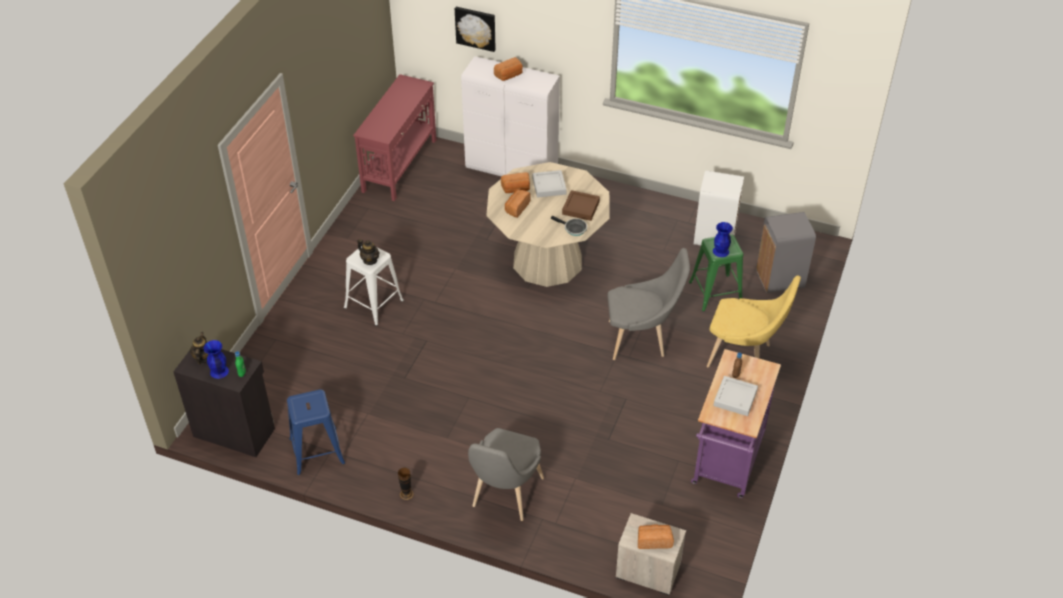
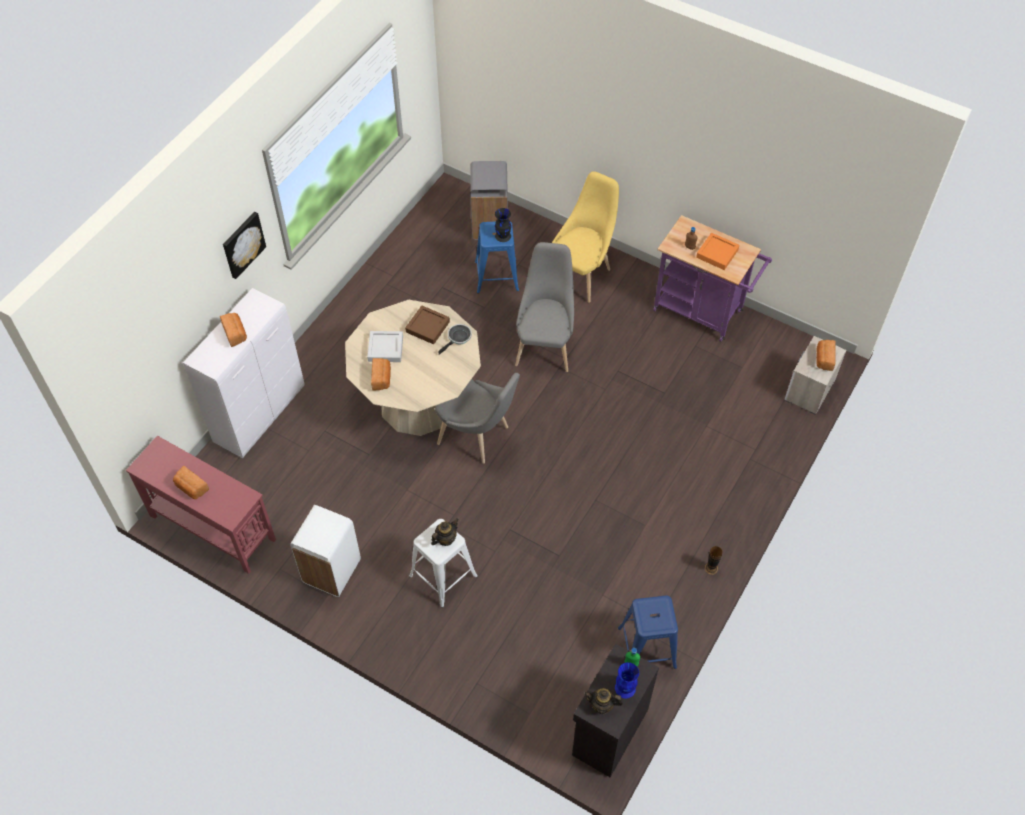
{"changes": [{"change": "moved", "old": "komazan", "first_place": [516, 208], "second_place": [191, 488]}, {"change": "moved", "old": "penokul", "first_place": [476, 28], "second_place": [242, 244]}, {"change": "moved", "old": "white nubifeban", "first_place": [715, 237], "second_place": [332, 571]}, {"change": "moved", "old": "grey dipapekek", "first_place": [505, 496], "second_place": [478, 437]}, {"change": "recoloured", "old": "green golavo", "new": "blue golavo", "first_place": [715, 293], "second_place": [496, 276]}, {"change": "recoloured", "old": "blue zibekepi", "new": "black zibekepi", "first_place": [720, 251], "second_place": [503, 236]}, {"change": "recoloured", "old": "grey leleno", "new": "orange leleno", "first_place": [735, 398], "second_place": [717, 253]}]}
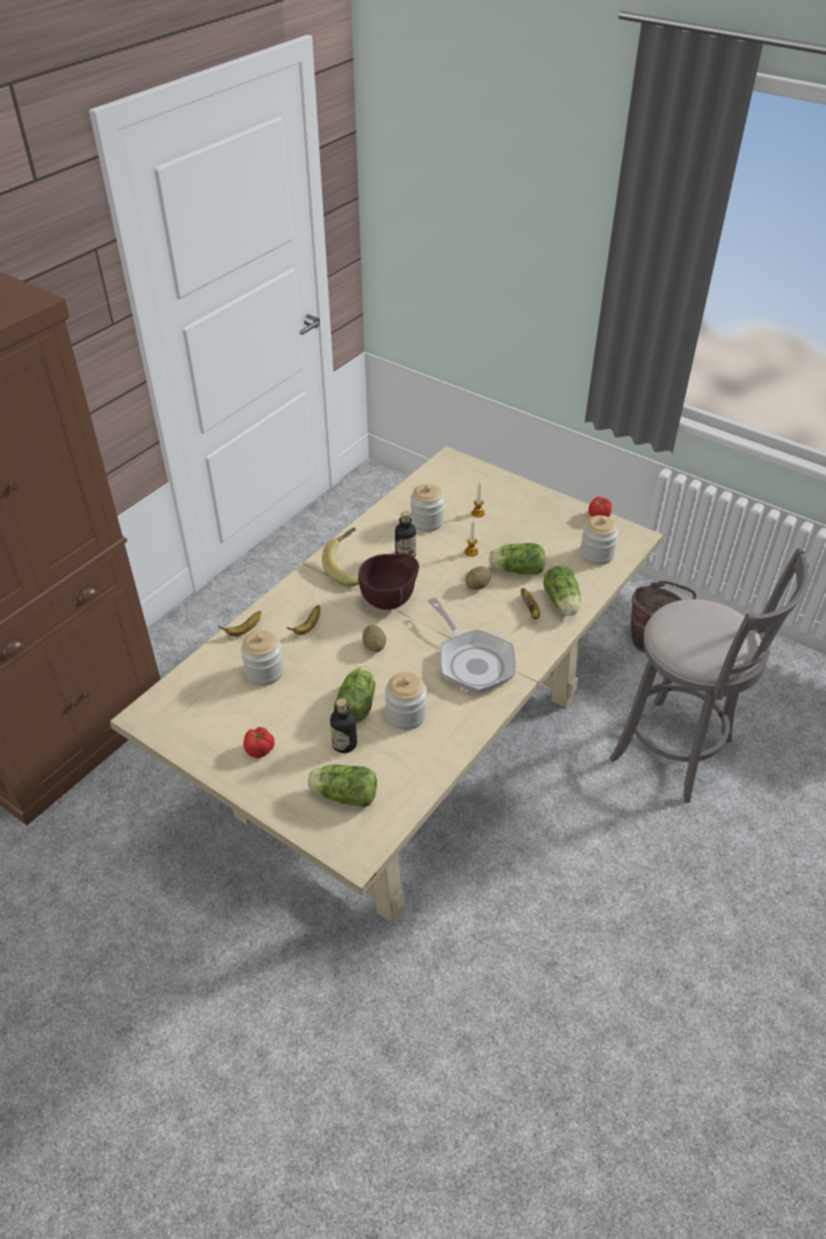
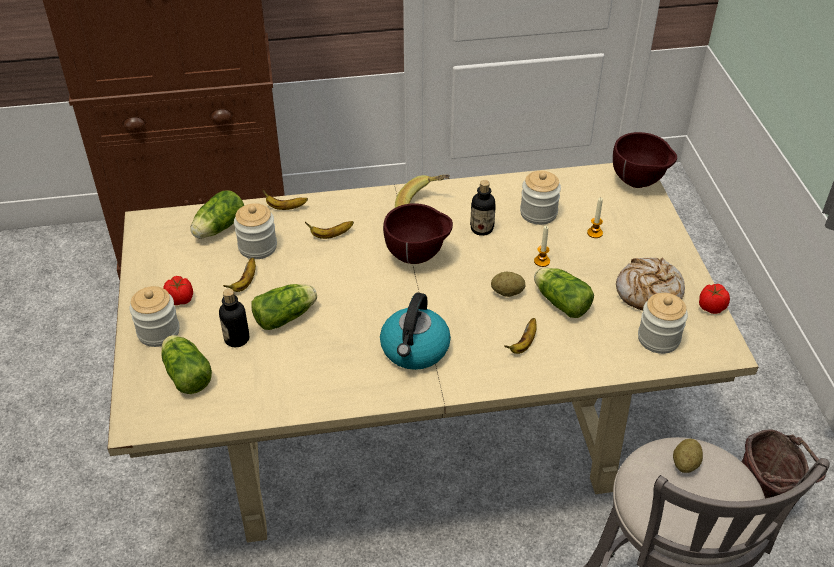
{"changes": [{"change": "moved", "old": "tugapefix", "first_place": [406, 715], "second_place": [158, 332]}, {"change": "moved", "old": "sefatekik", "first_place": [562, 603], "second_place": [217, 228]}, {"change": "added", "new": "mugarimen", "second_place": [245, 283]}, {"change": "replaced", "old": "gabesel", "new": "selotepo", "first_place": [473, 662], "second_place": [415, 350]}, {"change": "added", "new": "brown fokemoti", "second_place": [639, 183]}, {"change": "added", "new": "komazan", "second_place": [648, 292]}, {"change": "moved", "old": "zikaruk", "first_place": [374, 646], "second_place": [685, 463]}]}
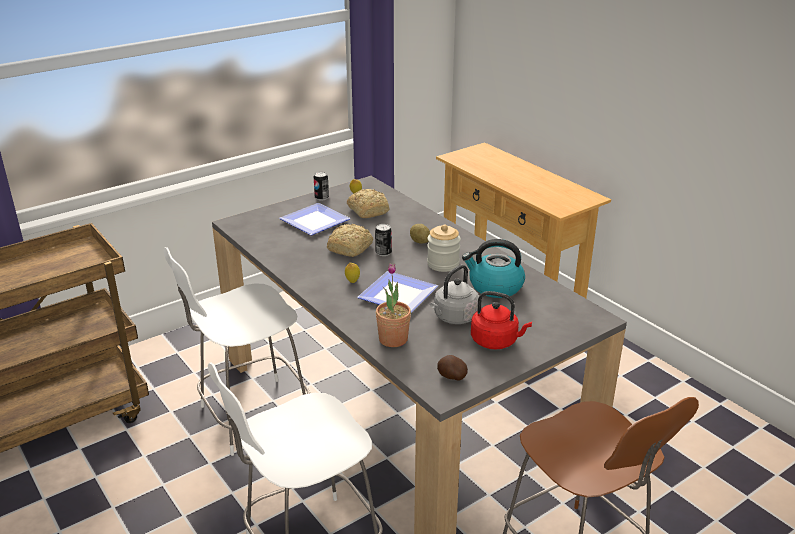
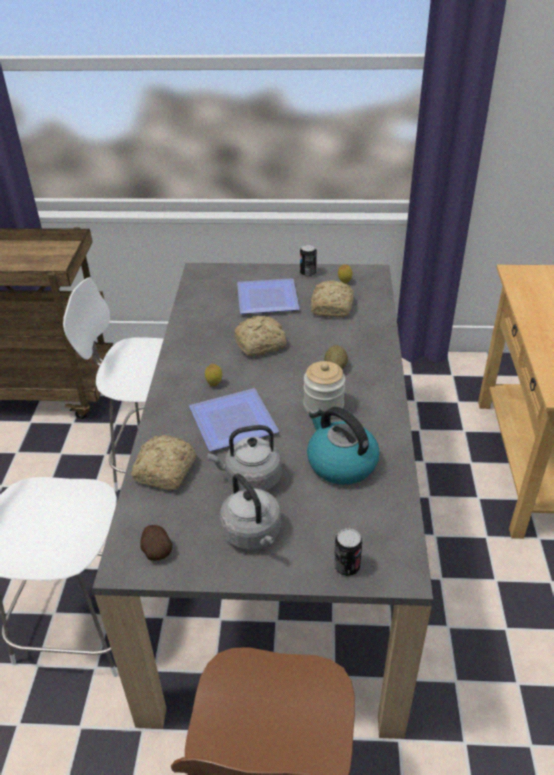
{"changes": [{"change": "replaced", "old": "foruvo", "new": "komazan", "first_place": [393, 339], "second_place": [164, 472]}, {"change": "recoloured", "old": "red selotepo", "new": "grey selotepo", "first_place": [496, 341], "second_place": [253, 534]}, {"change": "moved", "old": "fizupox", "first_place": [383, 253], "second_place": [346, 567]}]}
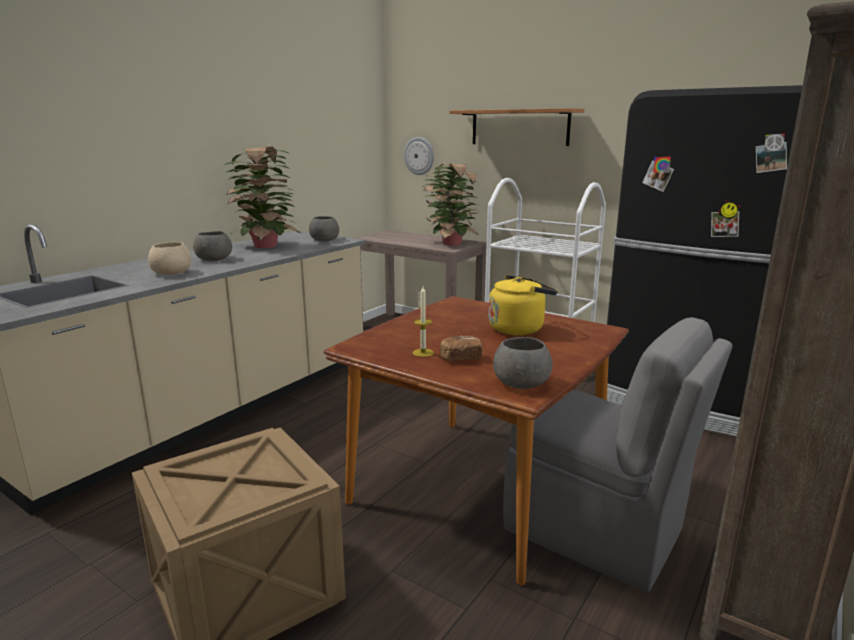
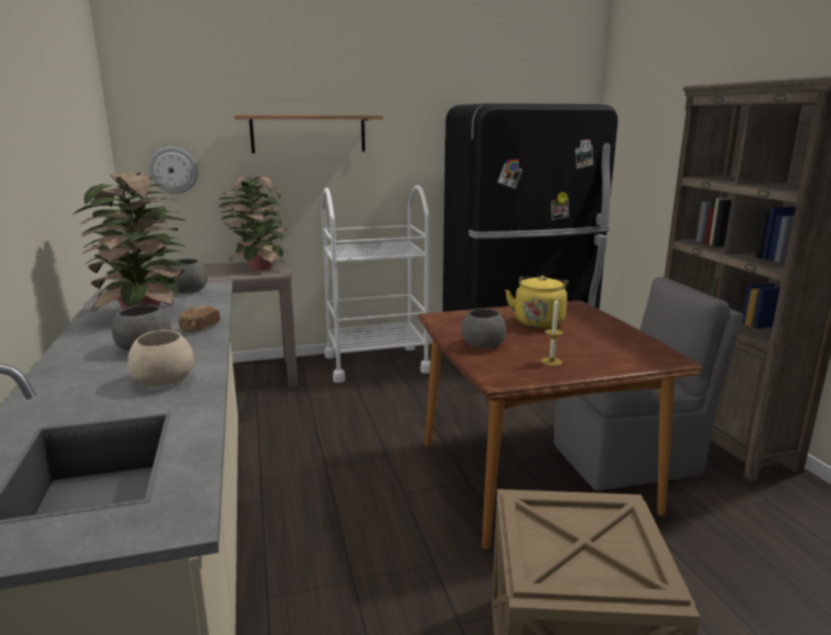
{"changes": [{"change": "moved", "old": "komazan", "first_place": [461, 358], "second_place": [199, 328]}, {"change": "moved", "old": "grey fokemoti", "first_place": [520, 383], "second_place": [482, 345]}]}
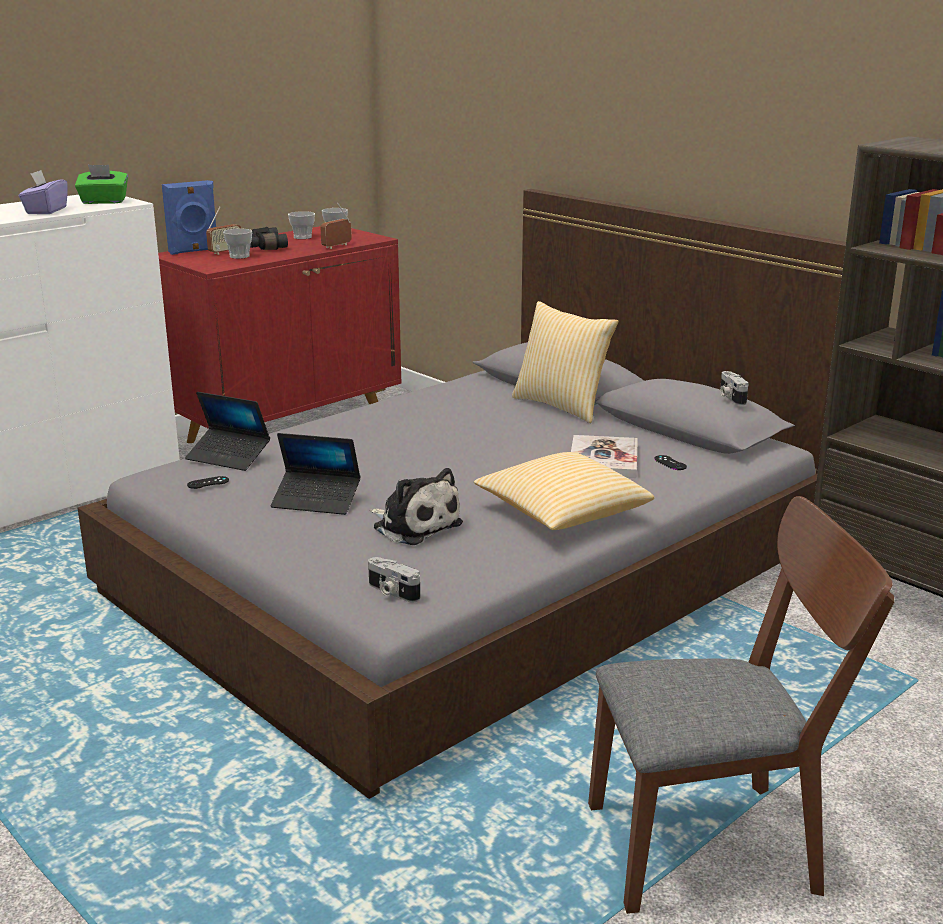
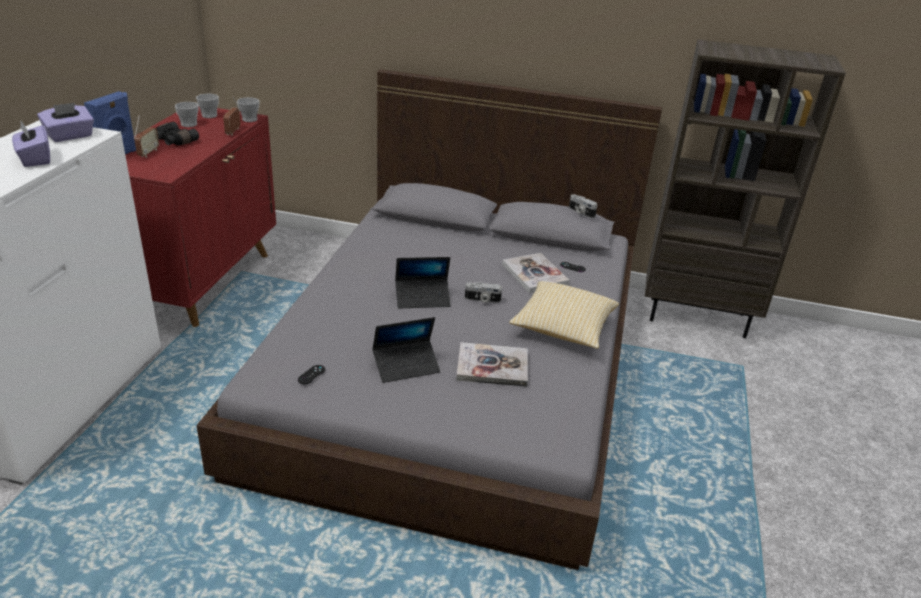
{"changes": [{"change": "recoloured", "old": "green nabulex", "new": "purple nabulex", "first_place": [103, 202], "second_place": [70, 136]}, {"change": "moved", "old": "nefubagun", "first_place": [239, 256], "second_place": [249, 119]}, {"change": "moved", "old": "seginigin", "first_place": [228, 457], "second_place": [422, 298]}, {"change": "replaced", "old": "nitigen", "new": "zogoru", "first_place": [414, 525], "second_place": [492, 366]}, {"change": "moved", "old": "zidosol", "first_place": [392, 592], "second_place": [482, 300]}, {"change": "removed", "old": "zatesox", "first_place": [562, 406]}, {"change": "removed", "old": "brown dipapekek", "first_place": [719, 845]}]}
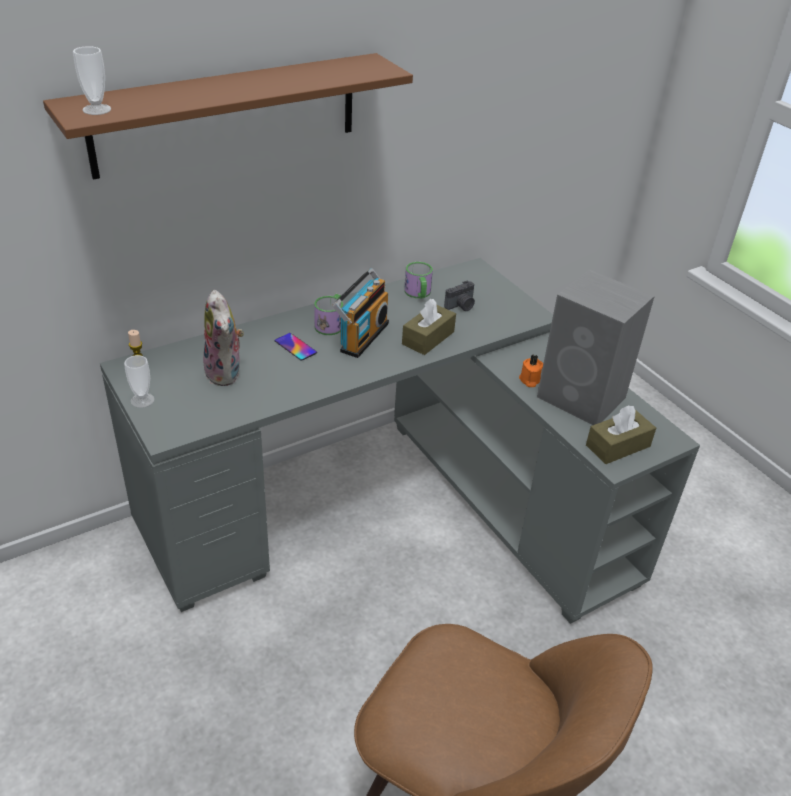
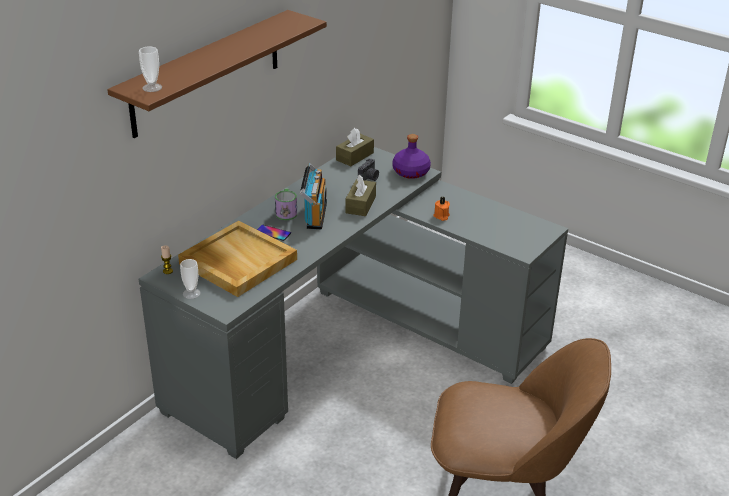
{"changes": [{"change": "replaced", "old": "nitigen", "new": "beige leleno", "first_place": [226, 373], "second_place": [237, 262]}, {"change": "moved", "old": "brown nabulex", "first_place": [618, 446], "second_place": [355, 156]}, {"change": "added", "new": "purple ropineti", "second_place": [411, 172]}, {"change": "removed", "old": "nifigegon", "first_place": [418, 294]}, {"change": "removed", "old": "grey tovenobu", "first_place": [583, 398]}]}
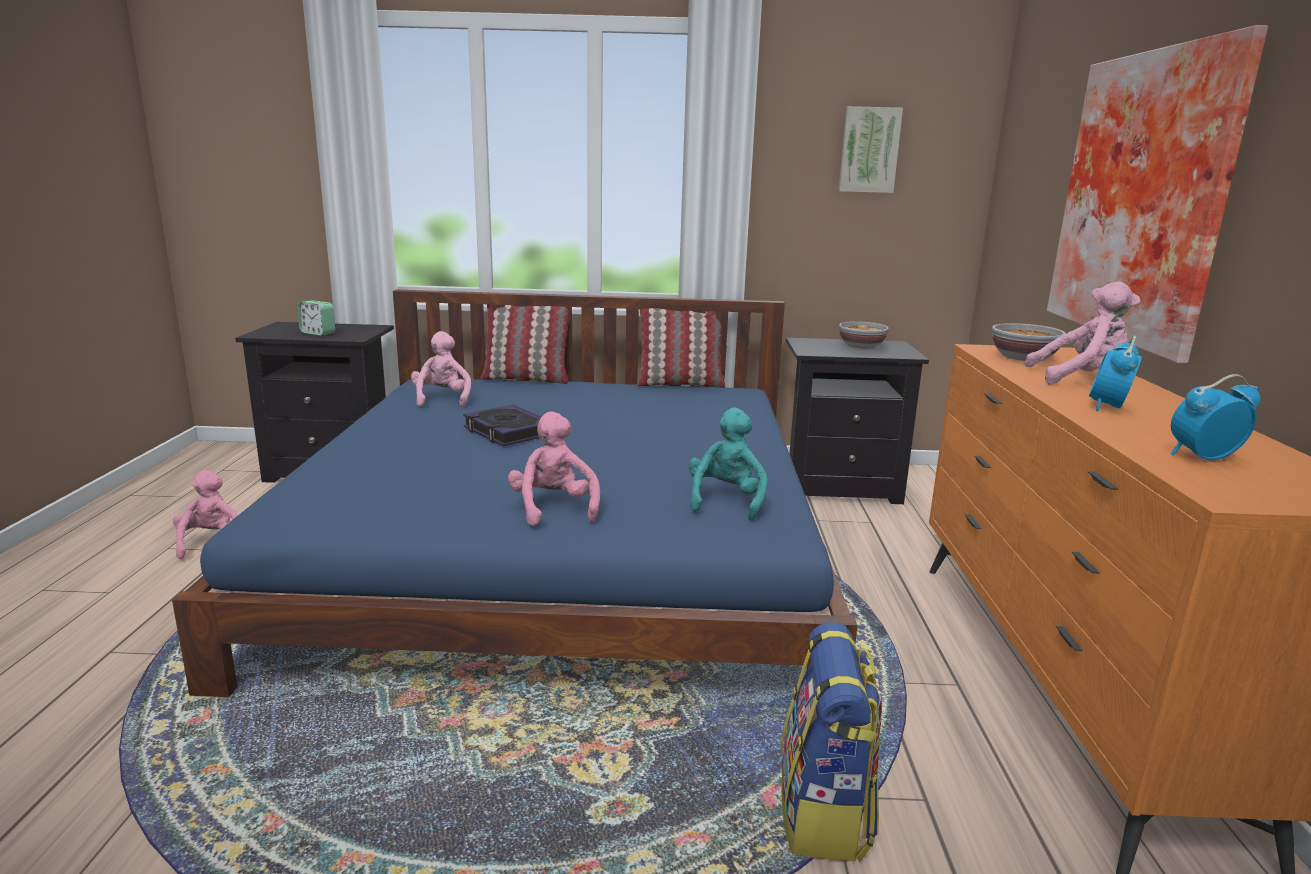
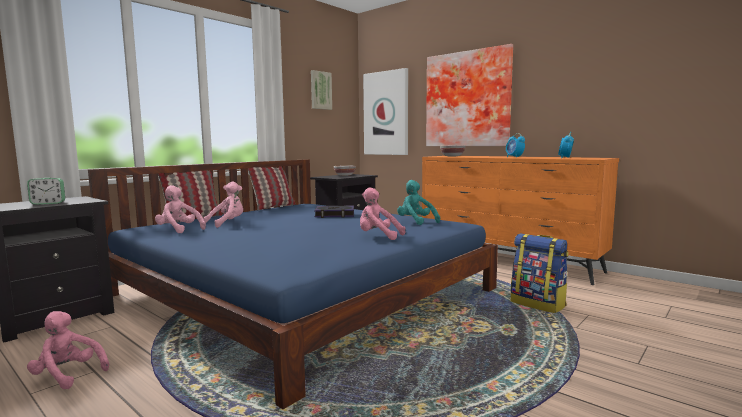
{"changes": [{"change": "moved", "old": "pink nitigen", "first_place": [1080, 378], "second_place": [227, 223]}, {"change": "moved", "old": "zogoru", "first_place": [508, 431], "second_place": [334, 215]}, {"change": "added", "new": "penokul", "second_place": [386, 113]}]}
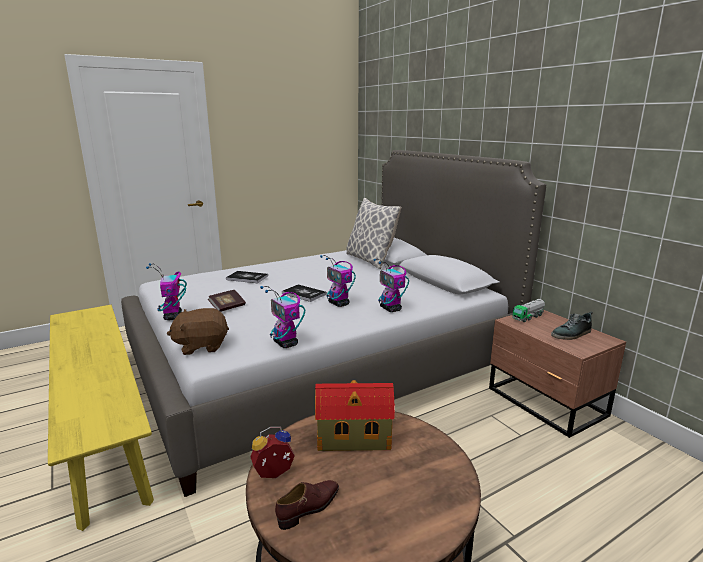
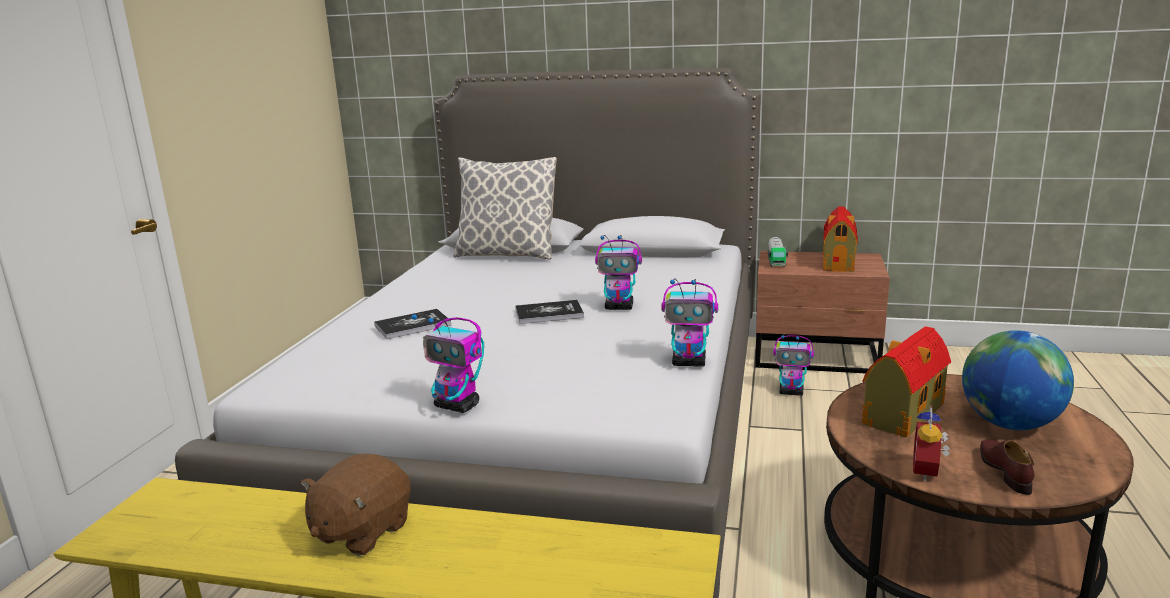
{"changes": [{"change": "moved", "old": "brown nitigen", "first_place": [201, 346], "second_place": [361, 531]}, {"change": "moved", "old": "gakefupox", "first_place": [391, 309], "second_place": [791, 392]}, {"change": "replaced", "old": "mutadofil", "new": "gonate", "first_place": [572, 334], "second_place": [838, 262]}, {"change": "added", "new": "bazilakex", "second_place": [1009, 424]}, {"change": "removed", "old": "zogoru", "first_place": [227, 307]}]}
